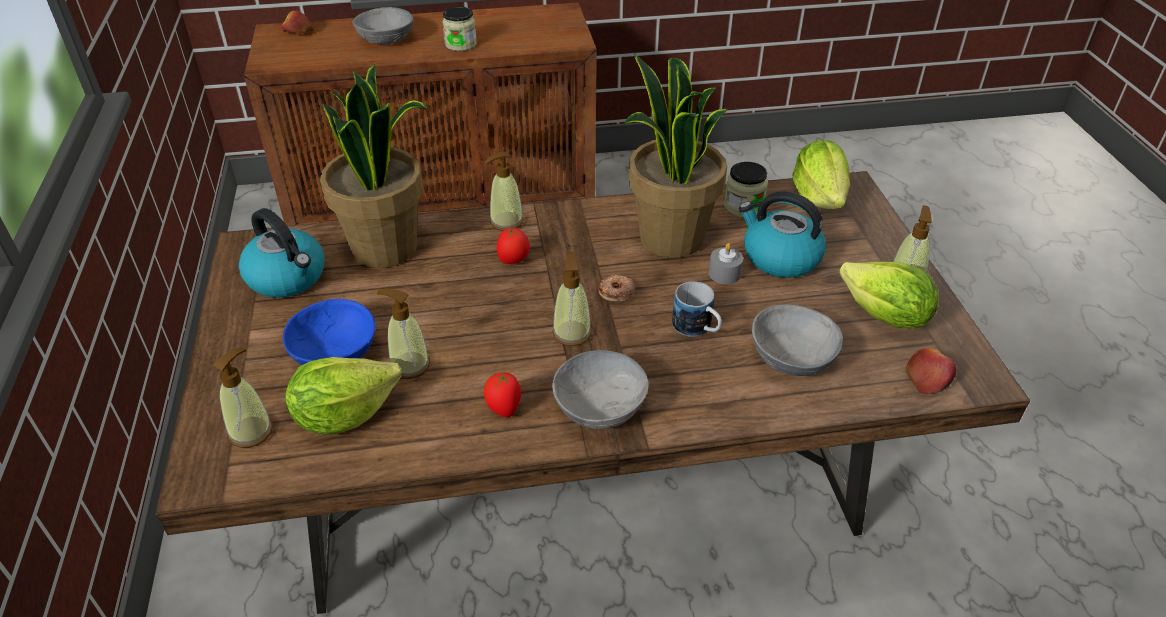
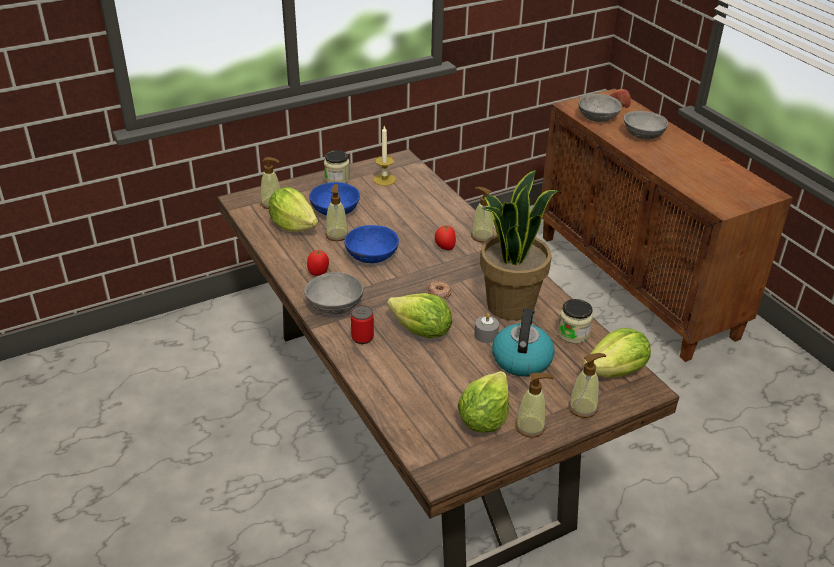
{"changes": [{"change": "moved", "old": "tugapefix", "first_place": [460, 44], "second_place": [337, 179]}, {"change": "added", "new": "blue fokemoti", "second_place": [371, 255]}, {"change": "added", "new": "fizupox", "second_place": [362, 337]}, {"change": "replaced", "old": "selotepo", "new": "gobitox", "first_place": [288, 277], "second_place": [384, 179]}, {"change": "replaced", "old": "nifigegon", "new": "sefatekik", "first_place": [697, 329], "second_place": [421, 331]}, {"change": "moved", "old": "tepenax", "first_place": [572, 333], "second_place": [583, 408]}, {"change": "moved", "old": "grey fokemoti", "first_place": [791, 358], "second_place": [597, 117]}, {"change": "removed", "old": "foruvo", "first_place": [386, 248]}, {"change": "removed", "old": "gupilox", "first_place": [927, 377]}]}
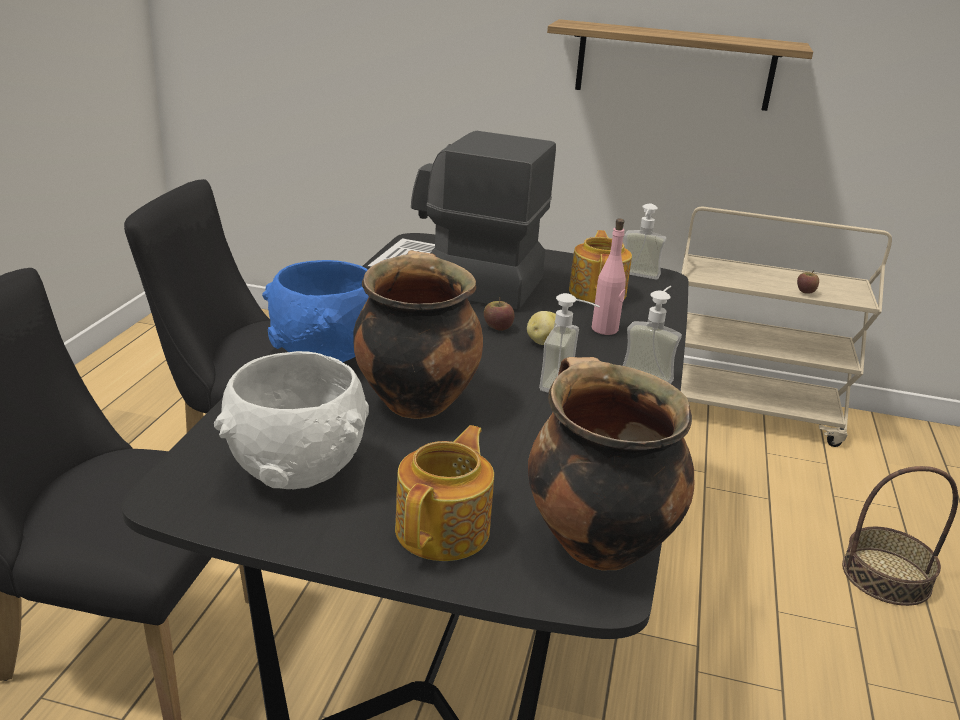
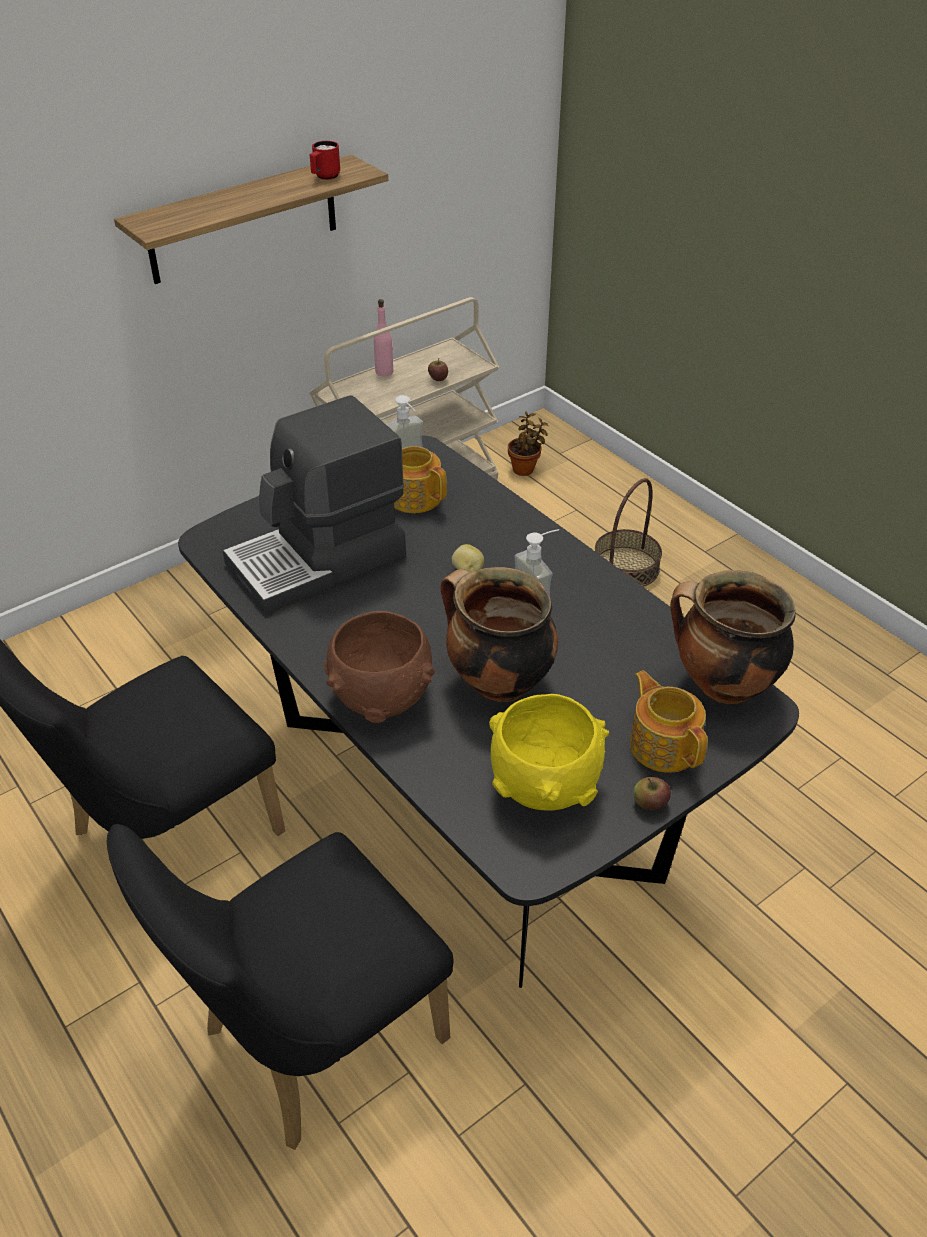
{"changes": [{"change": "added", "new": "red nifigegon", "second_place": [324, 177]}, {"change": "recoloured", "old": "blue fokemoti", "new": "brown fokemoti", "first_place": [327, 354], "second_place": [382, 697]}, {"change": "moved", "old": "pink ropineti", "first_place": [605, 329], "second_place": [384, 372]}, {"change": "recoloured", "old": "white fokemoti", "new": "yellow fokemoti", "first_place": [297, 470], "second_place": [543, 786]}, {"change": "added", "new": "foruvo", "second_place": [525, 469]}, {"change": "moved", "old": "gupilox", "first_place": [497, 327], "second_place": [650, 803]}, {"change": "removed", "old": "tepenax", "first_place": [650, 373]}]}
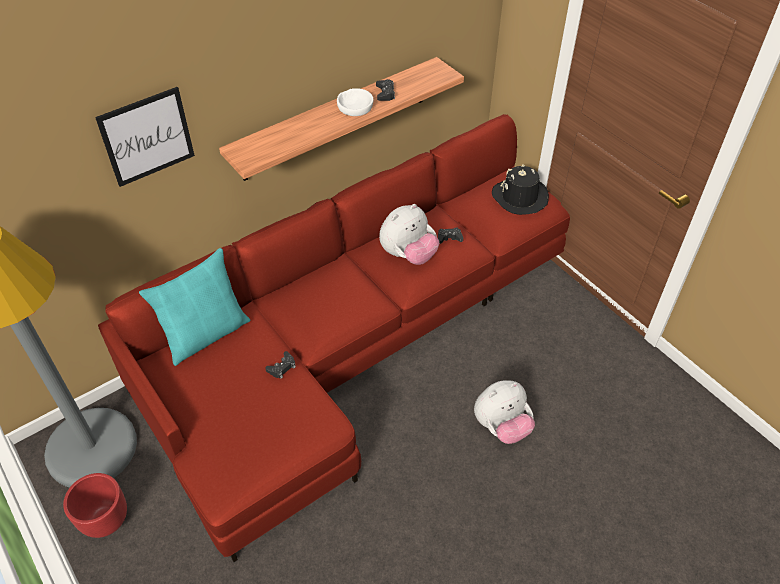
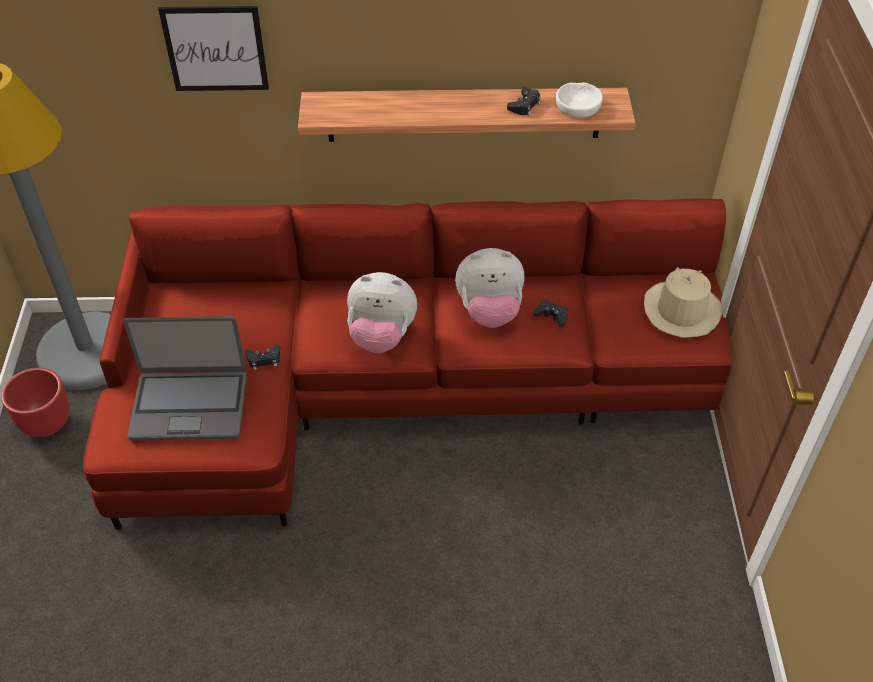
{"changes": [{"change": "added", "new": "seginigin", "second_place": [189, 405]}, {"change": "moved", "old": "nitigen", "first_place": [501, 426], "second_place": [381, 336]}, {"change": "moved", "old": "white fokemoti", "first_place": [355, 107], "second_place": [578, 105]}, {"change": "recoloured", "old": "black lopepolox", "new": "beige lopepolox", "first_place": [519, 197], "second_place": [681, 311]}, {"change": "removed", "old": "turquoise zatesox", "first_place": [206, 334]}]}
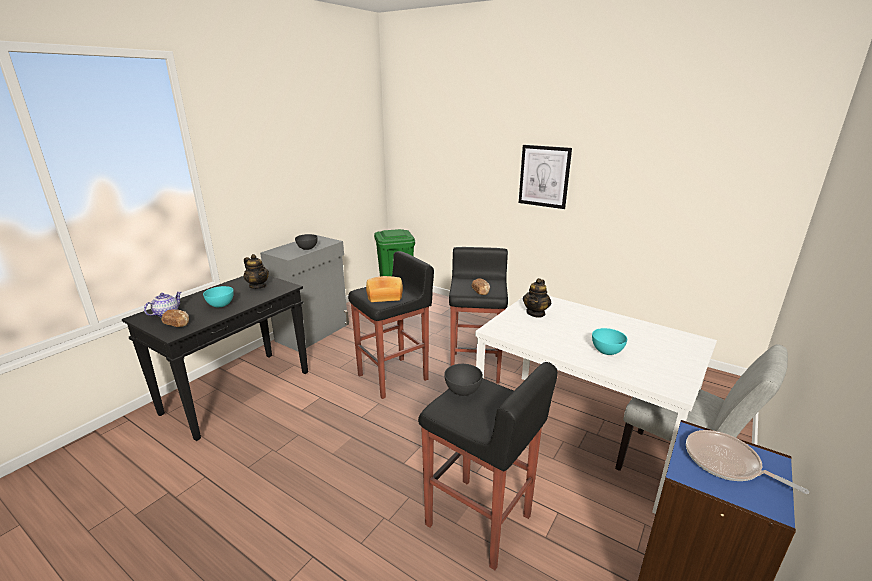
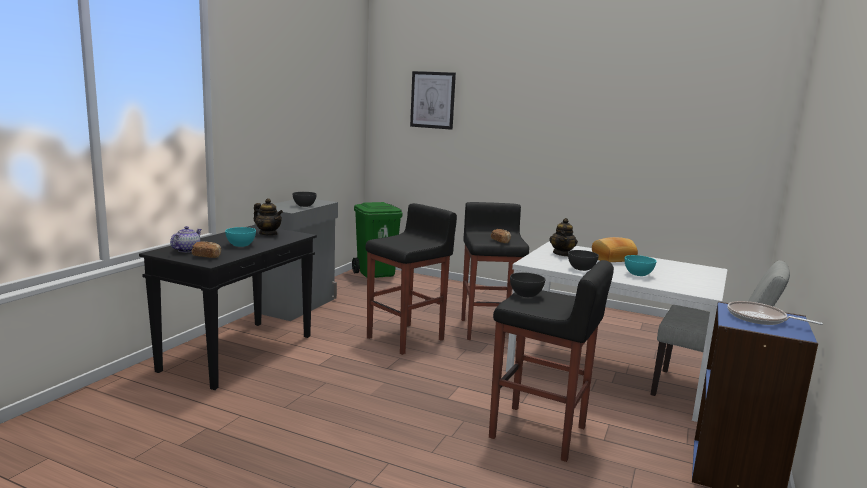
{"changes": [{"change": "moved", "old": "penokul", "first_place": [544, 176], "second_place": [432, 100]}, {"change": "added", "new": "grey fokemoti", "second_place": [581, 269]}, {"change": "moved", "old": "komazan", "first_place": [384, 296], "second_place": [612, 259]}]}
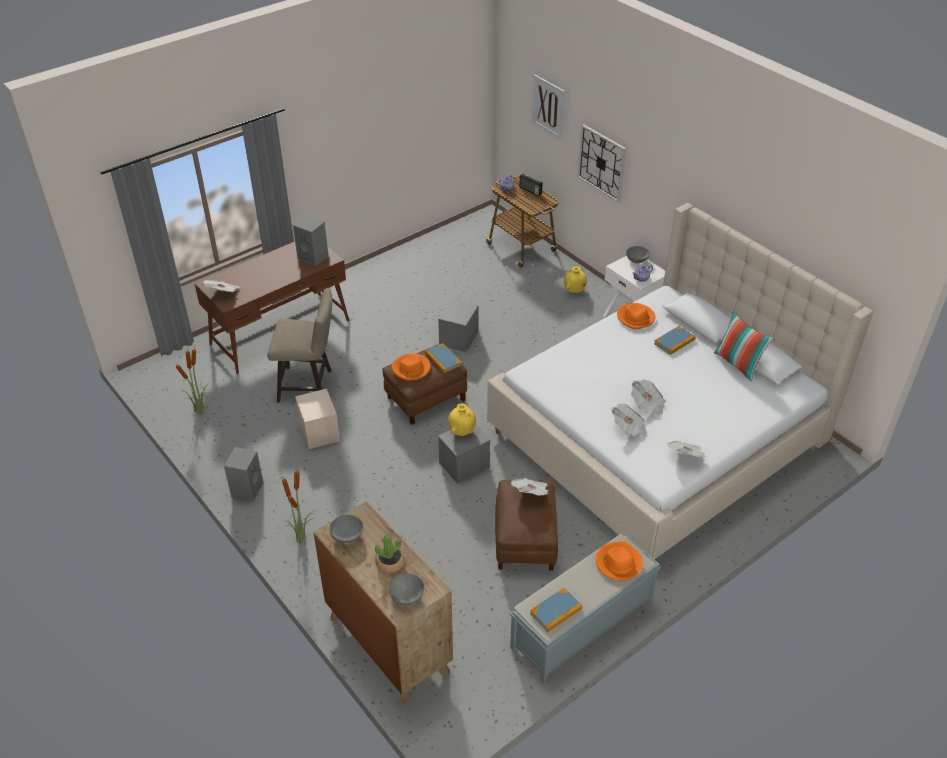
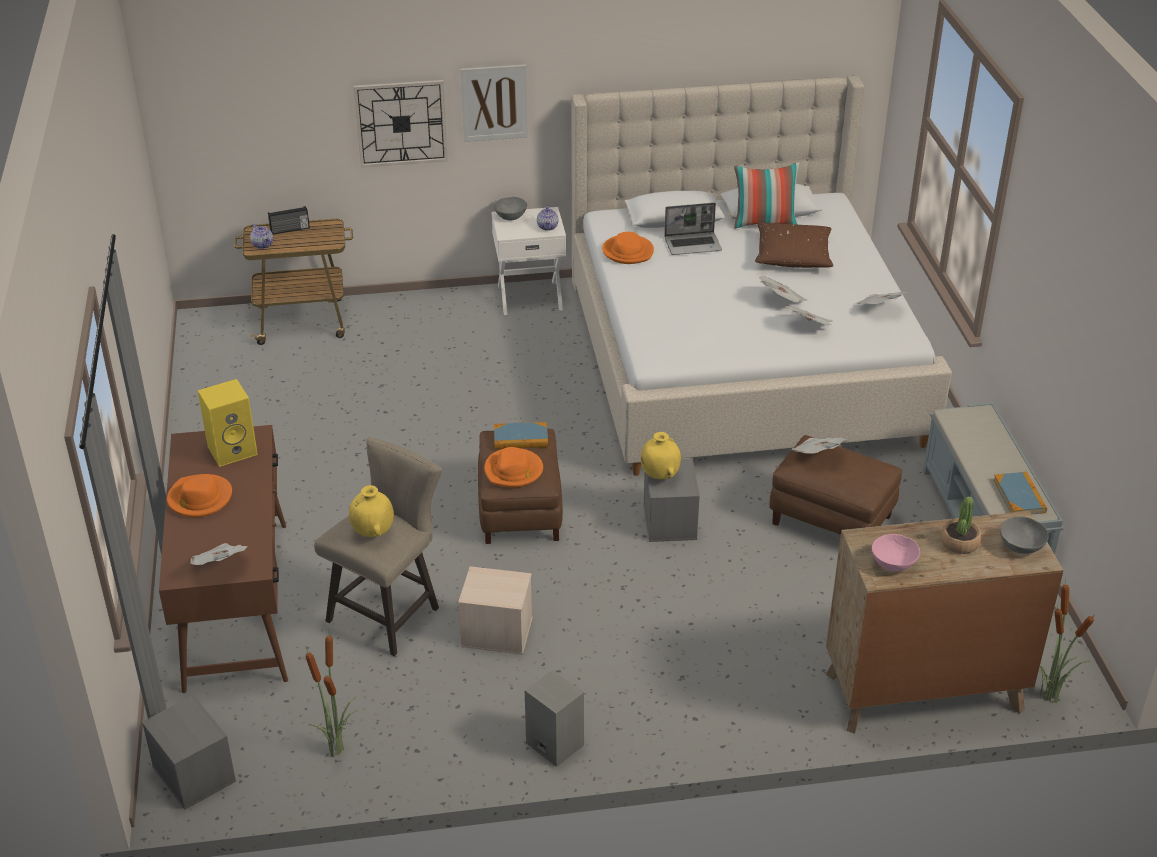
{"changes": [{"change": "moved", "old": "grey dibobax", "first_place": [459, 338], "second_place": [195, 774]}, {"change": "moved", "old": "orange lopepolox", "first_place": [618, 563], "second_place": [199, 499]}, {"change": "recoloured", "old": "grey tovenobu", "new": "yellow tovenobu", "first_place": [314, 257], "second_place": [233, 450]}, {"change": "moved", "old": "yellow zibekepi", "first_place": [574, 291], "second_place": [373, 532]}, {"change": "moved", "old": "penokul", "first_place": [548, 106], "second_place": [494, 102]}, {"change": "replaced", "old": "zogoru", "new": "seginigin", "first_place": [674, 342], "second_place": [693, 244]}, {"change": "added", "new": "brown zatesox", "second_place": [793, 256]}, {"change": "recoloured", "old": "grey fokemoti", "new": "pink fokemoti", "first_place": [347, 536], "second_place": [893, 563]}, {"change": "moved", "old": "foruvo", "first_place": [302, 538], "second_place": [1049, 695]}]}
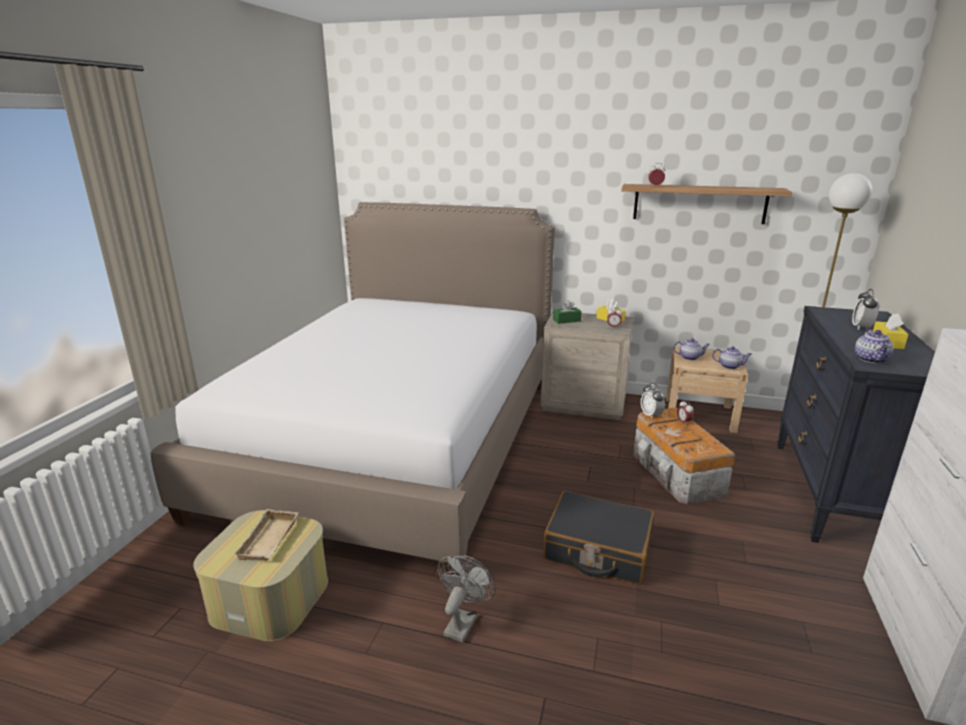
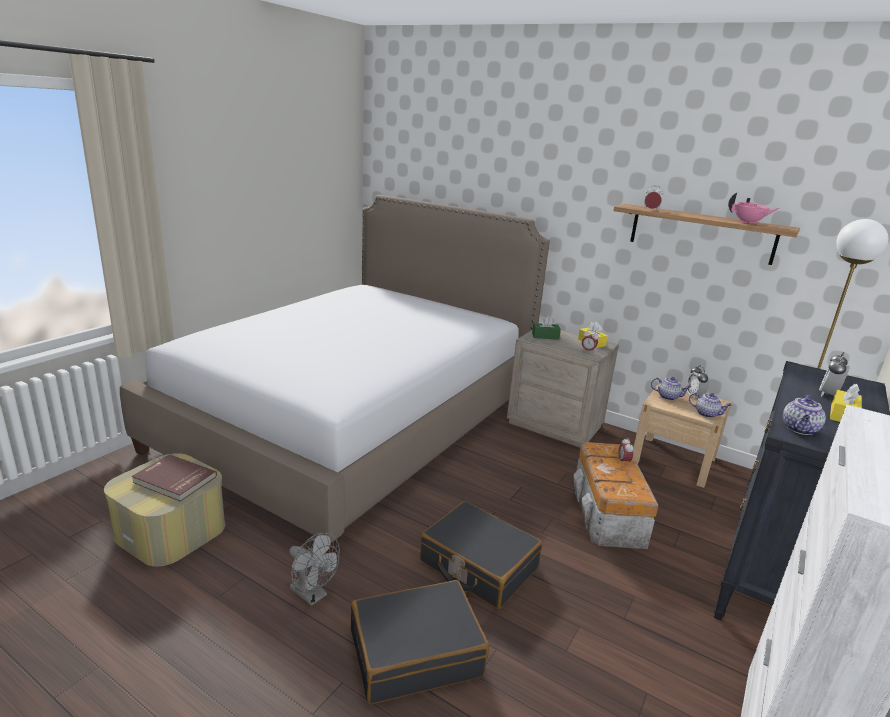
{"changes": [{"change": "replaced", "old": "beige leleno", "new": "red zogoru", "first_place": [270, 540], "second_place": [174, 480]}, {"change": "turned", "old": "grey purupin", "first_place": [462, 621], "second_place": [312, 595], "degrees": 90}, {"change": "added", "new": "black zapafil", "second_place": [415, 652]}, {"change": "moved", "old": "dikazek", "first_place": [651, 415], "second_place": [694, 396]}, {"change": "added", "new": "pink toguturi", "second_place": [748, 223]}]}
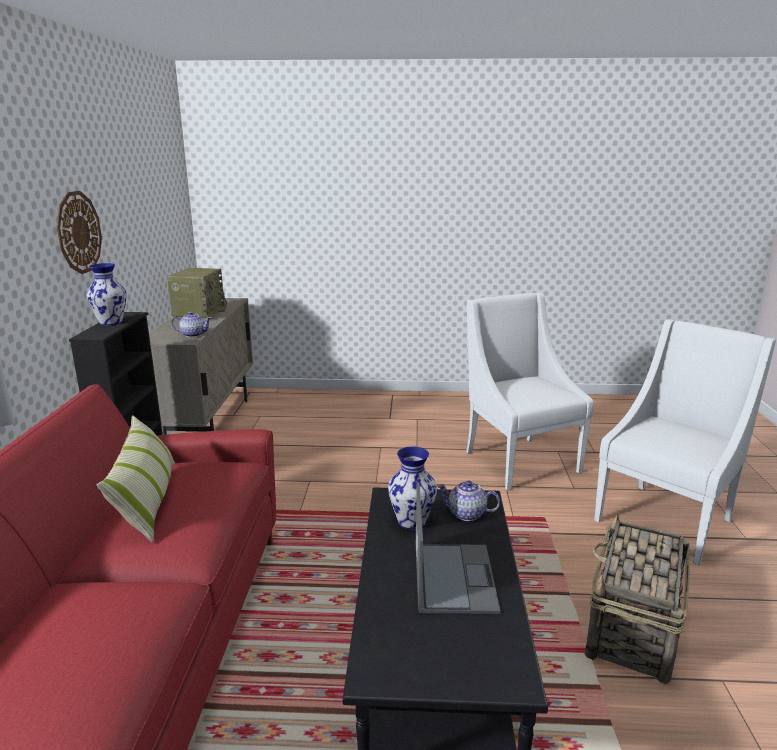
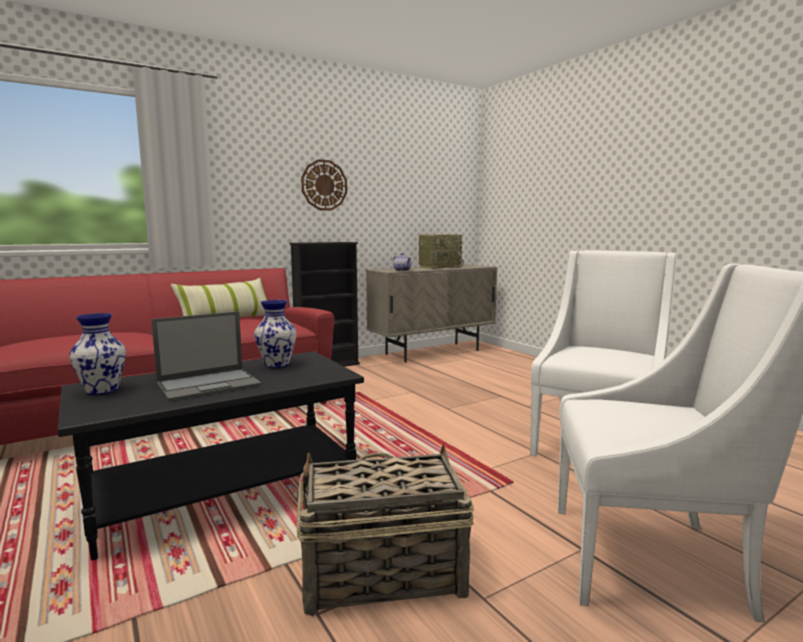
{"changes": [{"change": "moved", "old": "zibekepi", "first_place": [111, 322], "second_place": [103, 390]}, {"change": "removed", "old": "toguturi", "first_place": [467, 514]}]}
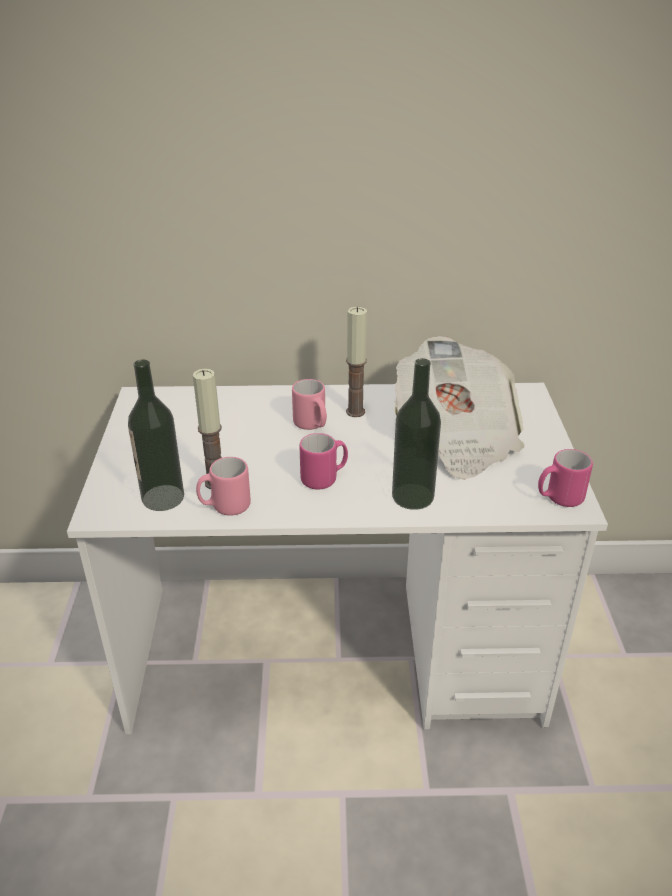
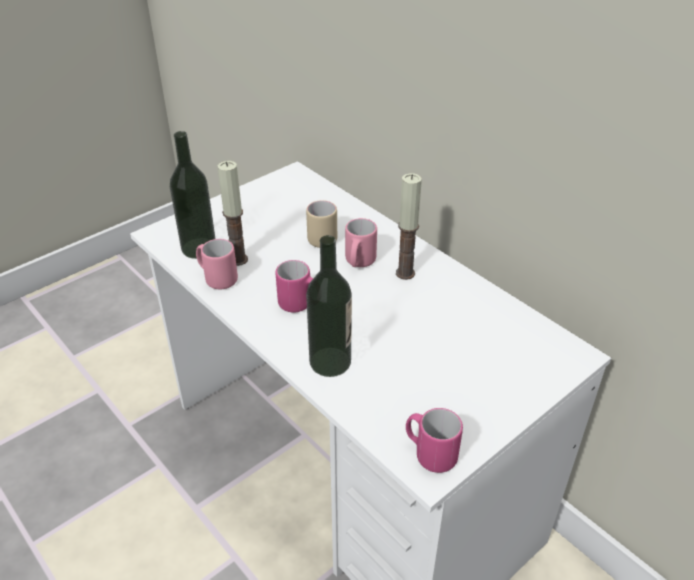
{"changes": [{"change": "added", "new": "beige nifigegon", "second_place": [320, 237]}, {"change": "removed", "old": "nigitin", "first_place": [456, 437]}]}
